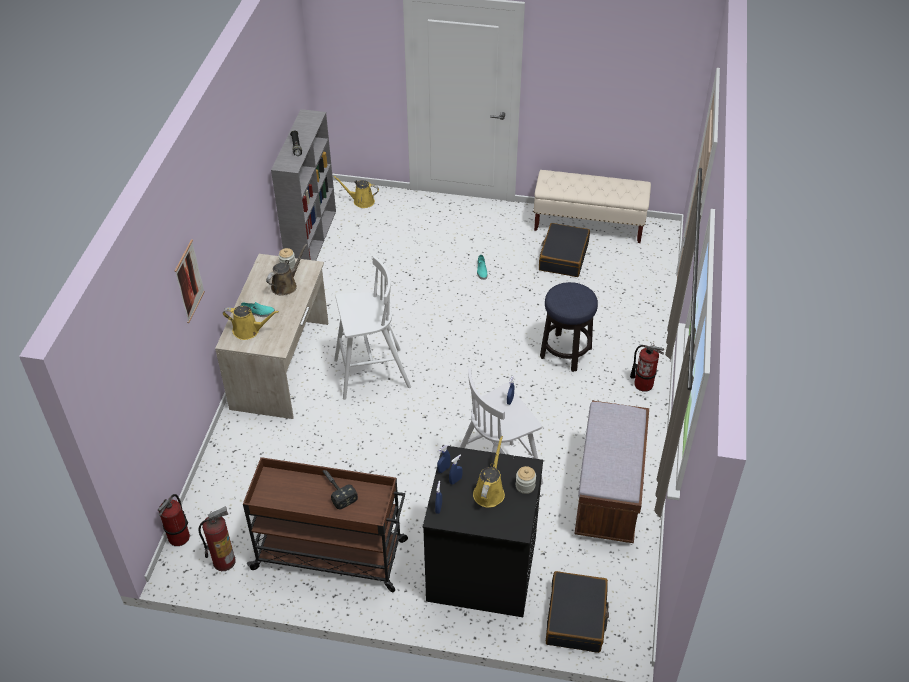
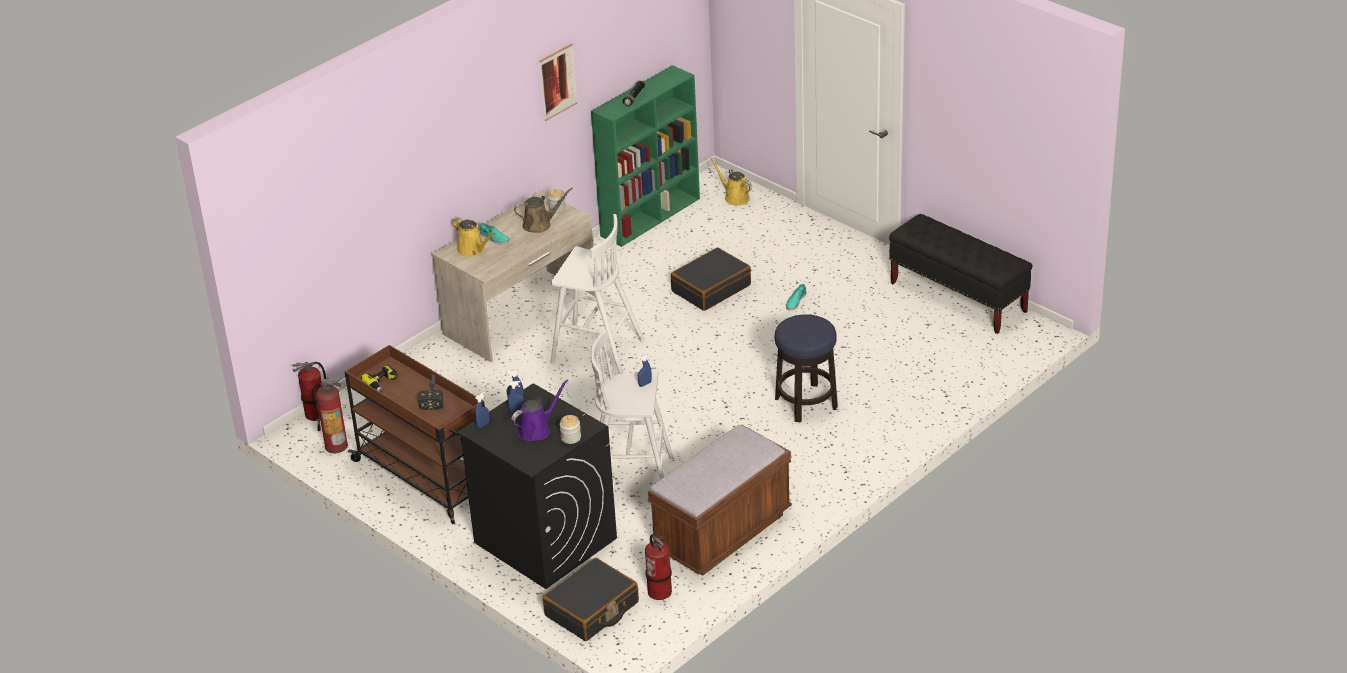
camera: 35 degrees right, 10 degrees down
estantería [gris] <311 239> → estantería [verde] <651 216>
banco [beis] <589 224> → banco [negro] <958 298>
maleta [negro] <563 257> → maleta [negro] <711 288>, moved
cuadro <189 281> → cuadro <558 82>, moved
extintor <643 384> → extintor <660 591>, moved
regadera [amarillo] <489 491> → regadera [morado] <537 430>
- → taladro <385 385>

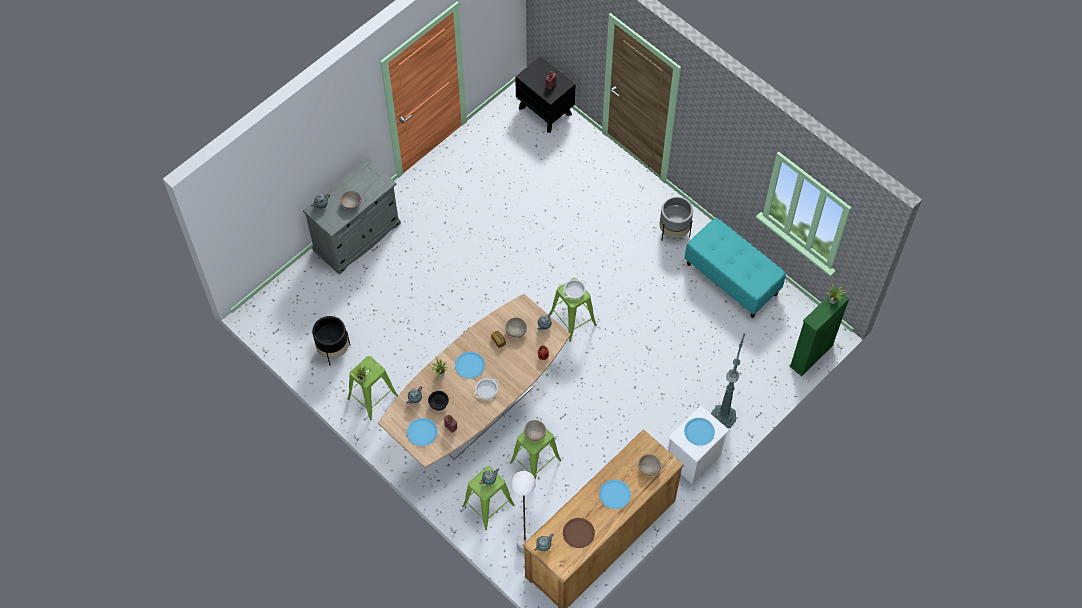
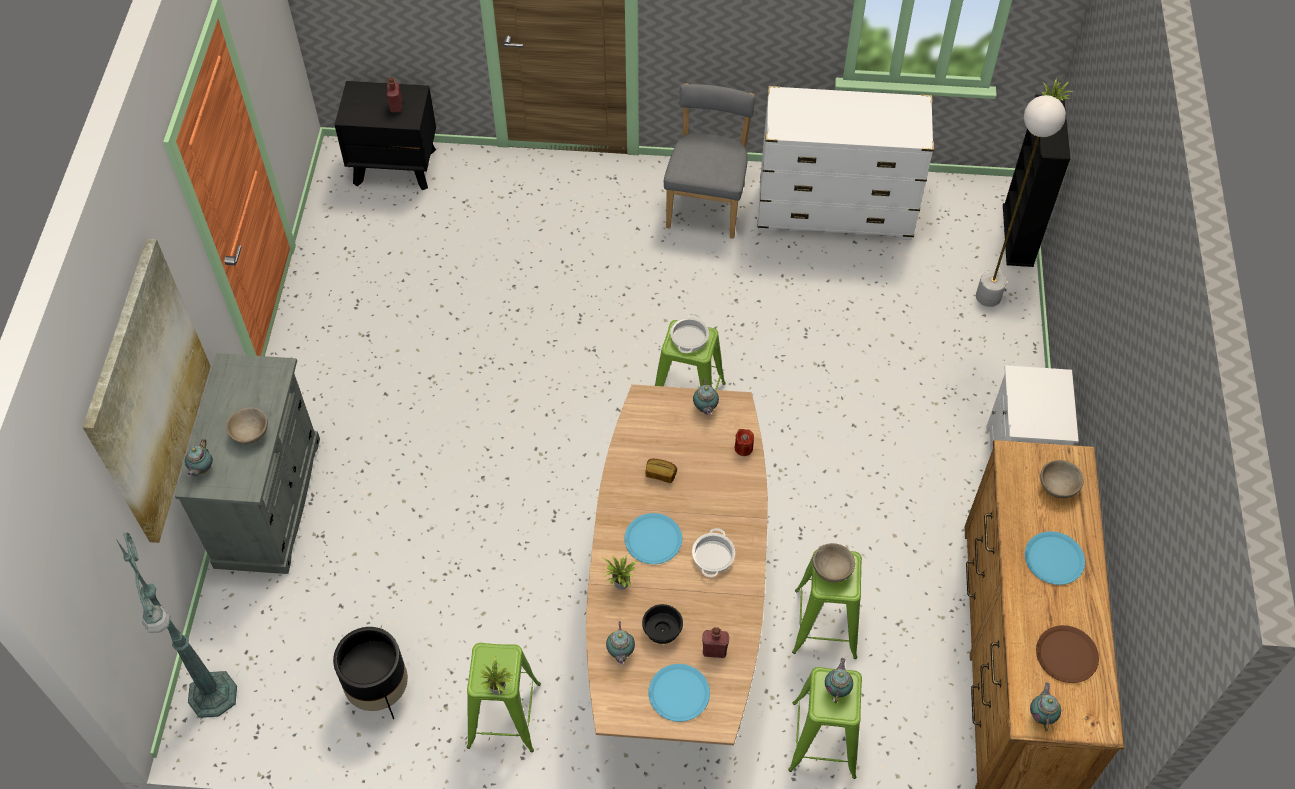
camera: 40 degrees left, 5 degrees down
maceta [gris] <674 231> → silla [gris] <707 203>
banco [turquesa] <732 279> → cómoda [blanco] <835 211>
estantería [verde] <811 355> → estantería [negro] <1018 235>
cuenco [beis] <515 331> → -
lámpara de pie [verde] <723 418> → lámpara de pie [verde] <213 697>, moved
plato [azul] <699 432> → -
lámpara de pie [blanco] <524 546> → lámpara de pie [blanco] <988 297>, moved
- → cuadro <147 393>

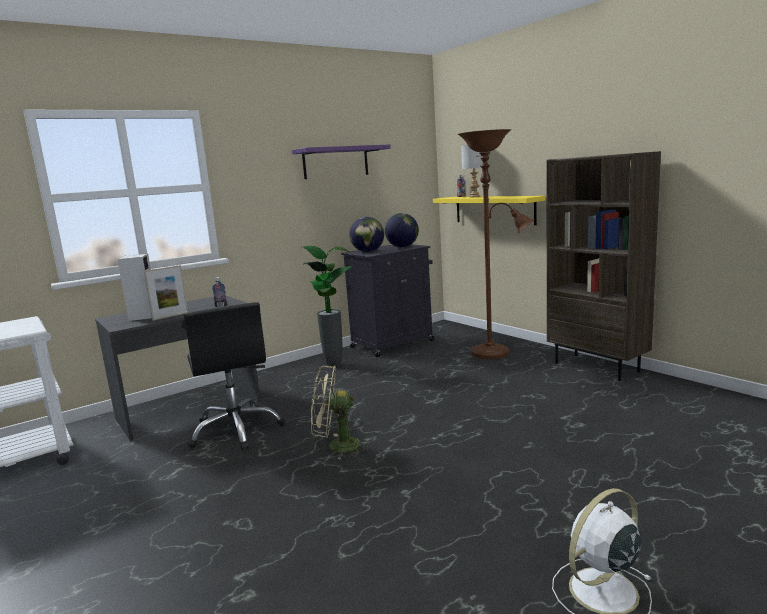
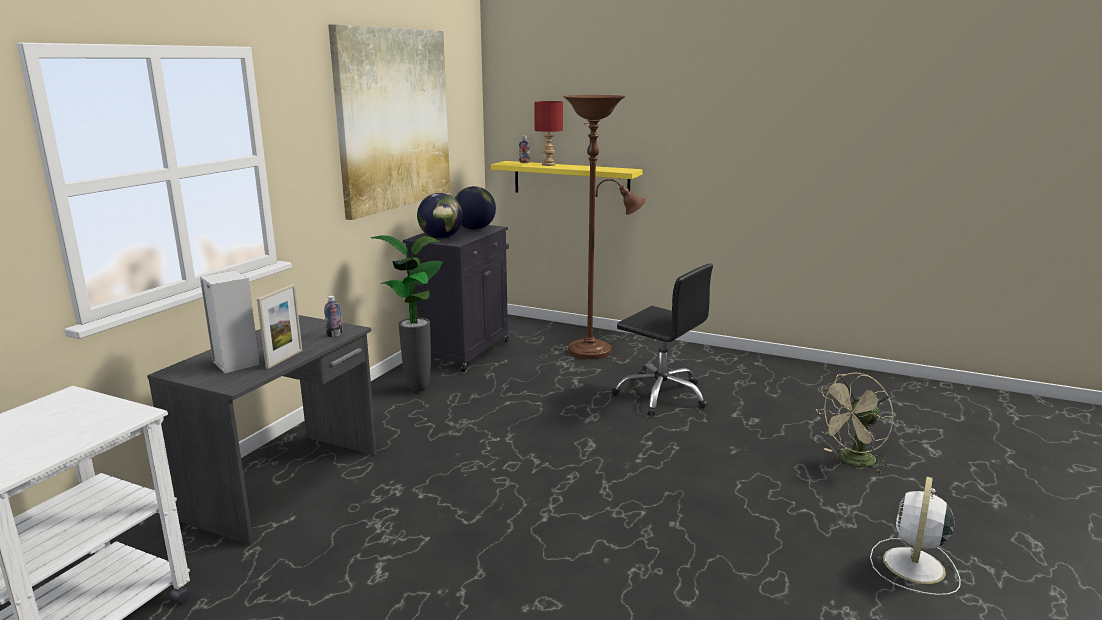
camera: 30 degrees left, 5 degrees up
estante [morado] <336 162> → cuadro <394 119>
lámpara de mesa [gris] <474 197> → lámpara de mesa [rojo] <548 164>
estantería [marrón] <597 367> → -
silla de oficina [negro] <236 430> → silla de oficina [negro] <661 395>, moved
ventilador [beis] <336 447> → ventilador [beis] <852 462>, moved

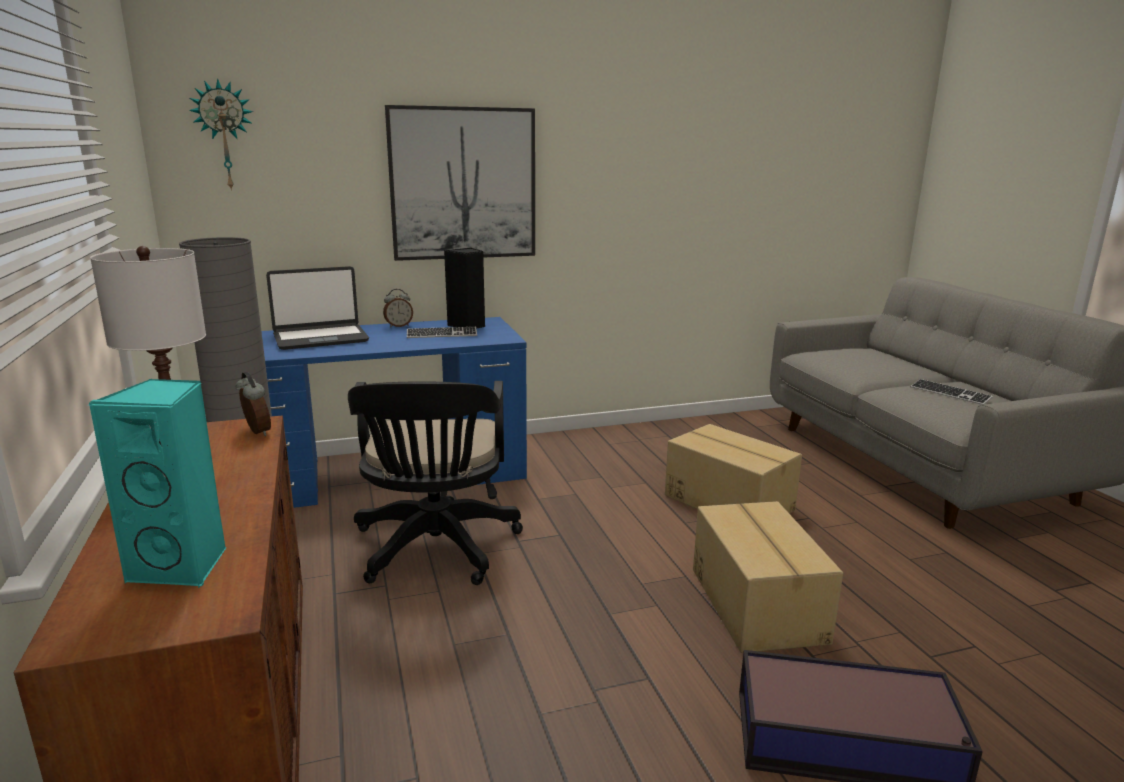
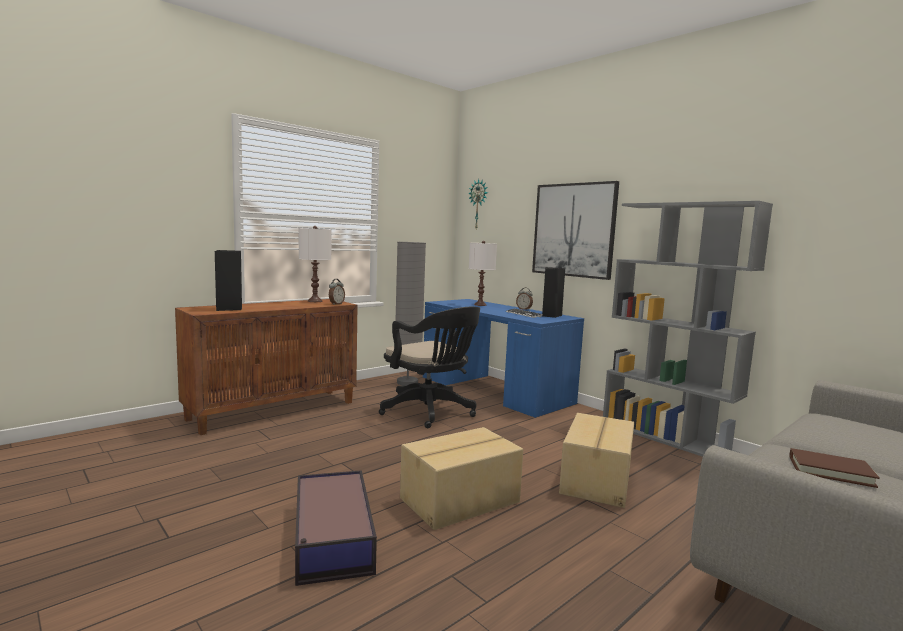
camera: 65 degrees right, 10 degrees down
portátil <320 338> → lámpara de mesa [blanco] <480 305>
altavoz [turquesa] <183 566> → altavoz [negro] <229 309>
teclado <950 394> → libro [marrón] <830 471>
silla de oficina [negro] <435 550> → silla de oficina [negro] <431 412>, 105 degrees counterclockwise
- → estantería [gris] <667 438>

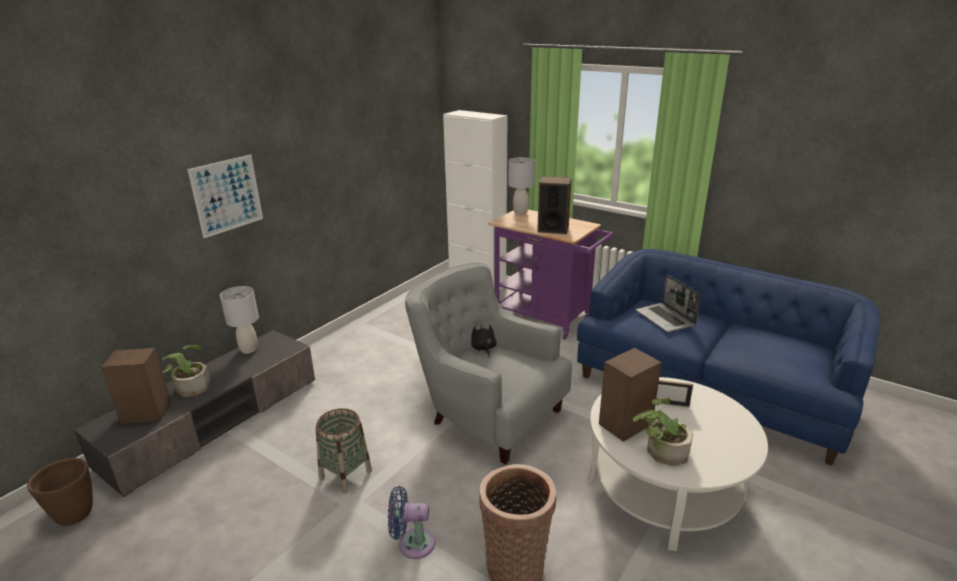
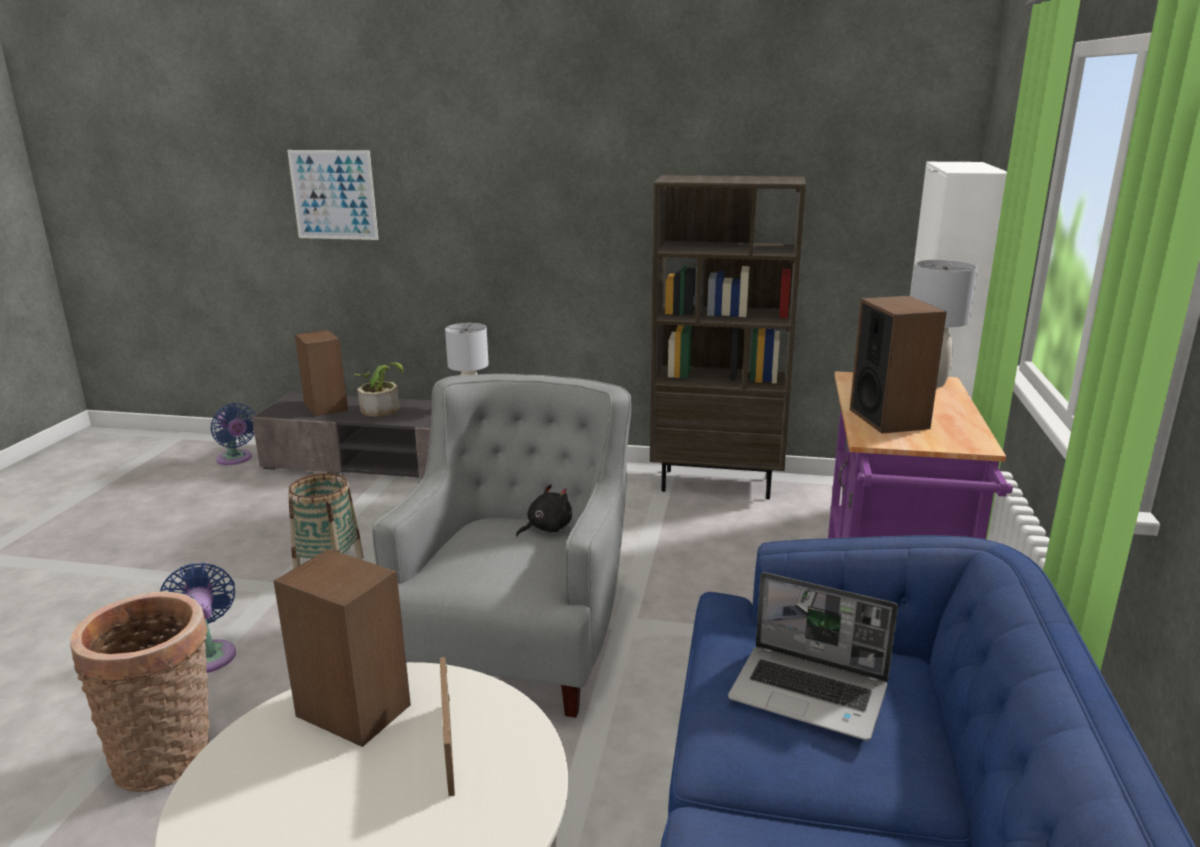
camera: 65 degrees right, 5 degrees down
cuadro <227 195> → cuadro <333 195>, moved
portátil <666 319> → portátil <810 693>, 105 degrees counterclockwise
planta en maceta <661 450> → -
maceta [marrón] <74 515> → ventilador [azul] <236 459>
- → estantería [marrón] <717 483>

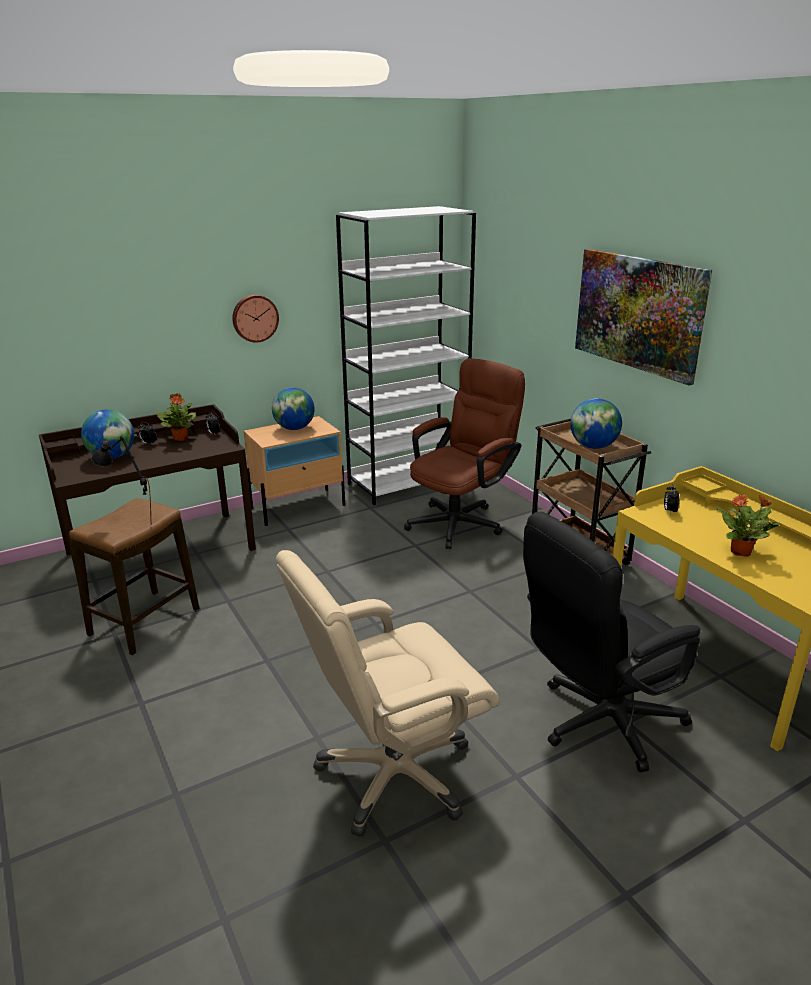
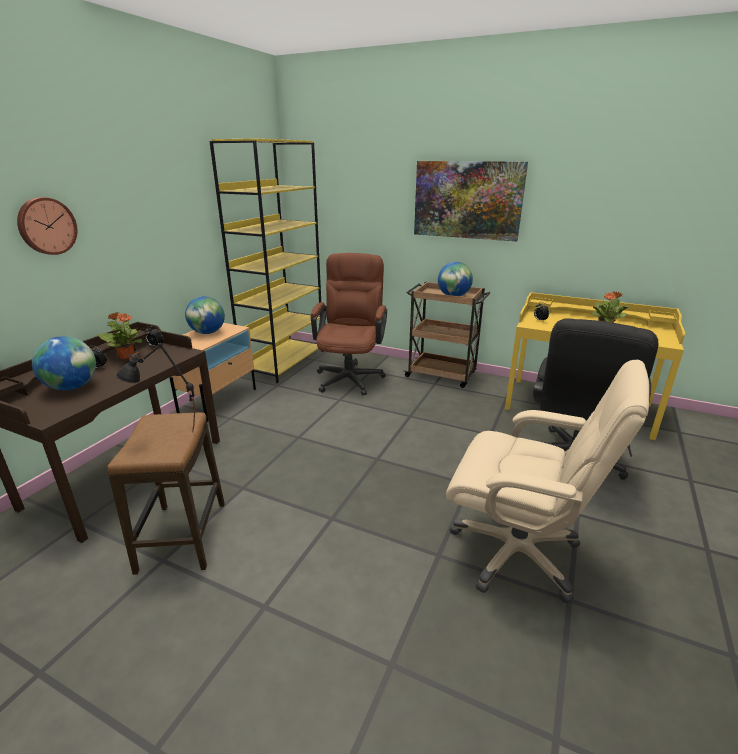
camera: 35 degrees left, 0 degrees up
estantería [blanco] <408 482> → estantería [amarillo] <284 362>
reloj de pared <254 318> → reloj de pared <46 226>, moved
silla de oficina [beis] <393 775> → silla de oficina [beis] <517 552>, 90 degrees counterclockwise

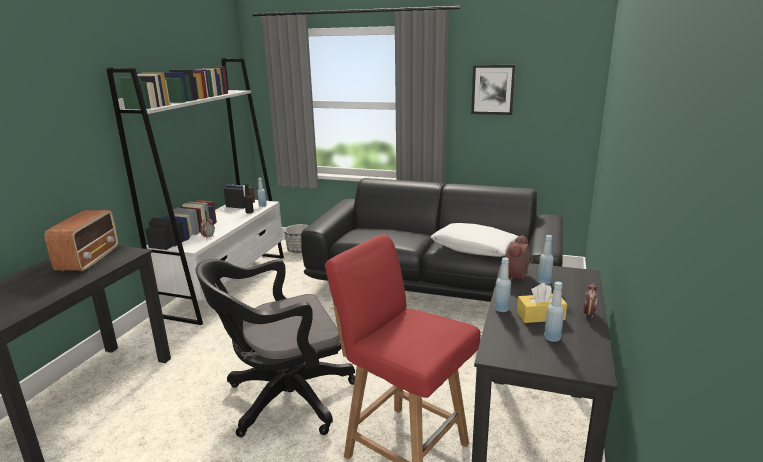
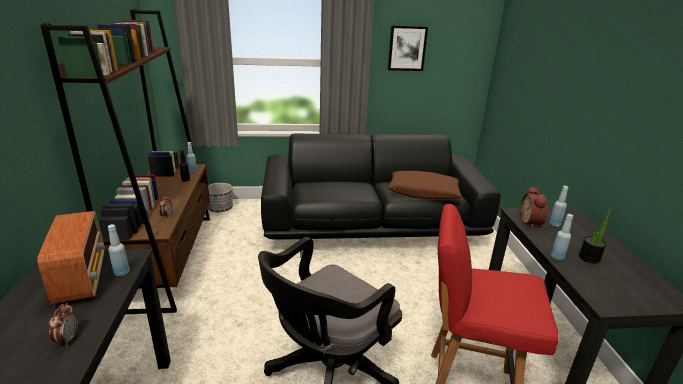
camera: 25 degrees left, 5 degrees up
estantería [blanco] <227 283> → estantería [marrón] <170 258>
cojín [blanco] <475 248> → cojín [marrón] <423 192>
botella [azul] <552 338> → botella [azul] <121 272>, moved
despertador <588 314> → despertador <68 339>, moved
caja de pañuelos [amarillo] <540 316> → planta en maceta <589 258>

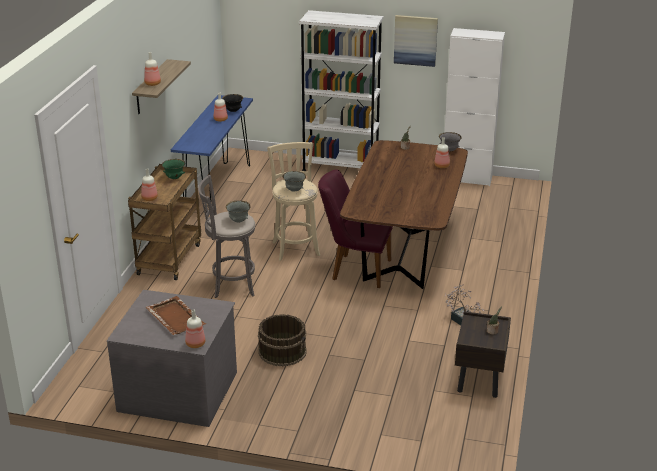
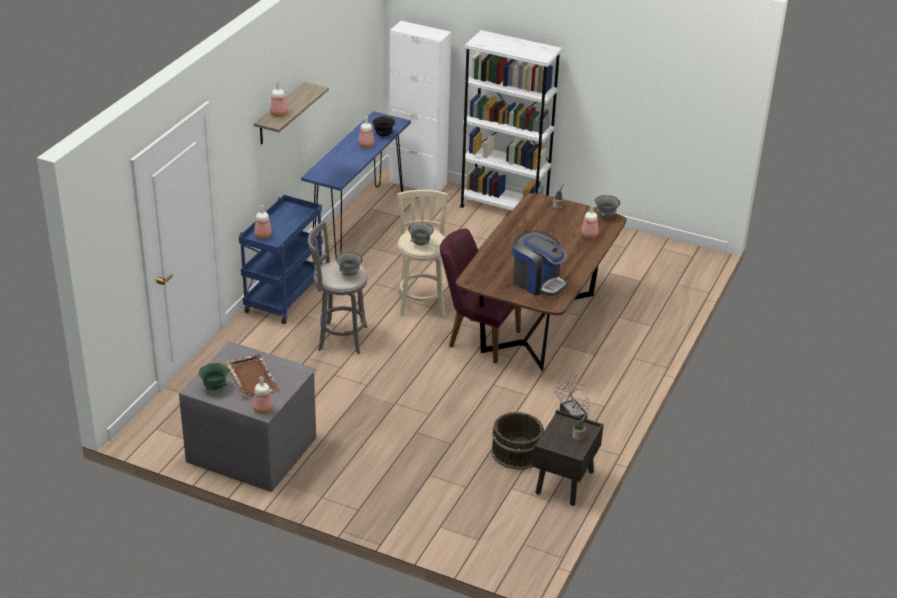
camera: 10 degrees right, 5 degrees up
cuadro <415 40> → -
armario [blanco] <467 178> → armario [blanco] <418 183>, moved
cuenco [verde] <174 178> → cuenco [verde] <215 387>, moved
carrito [marrón] <169 258> → carrito [azul] <283 297>
cubo [marrón] <283 351> → cubo [marrón] <517 452>, moved
- → cafetera <537 282>

